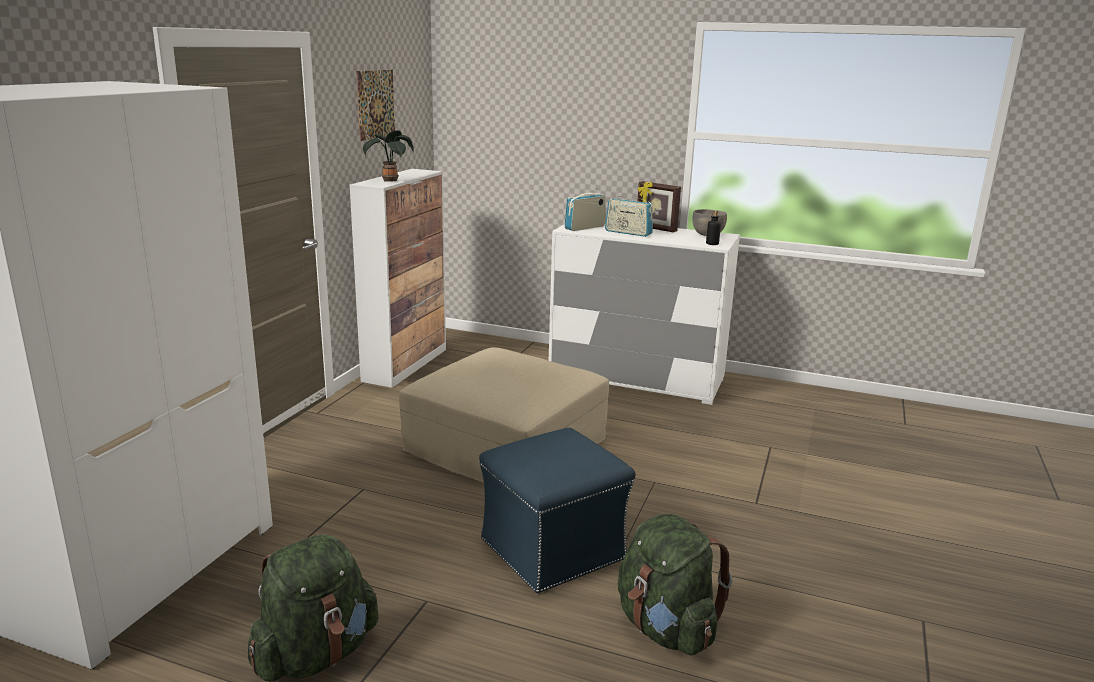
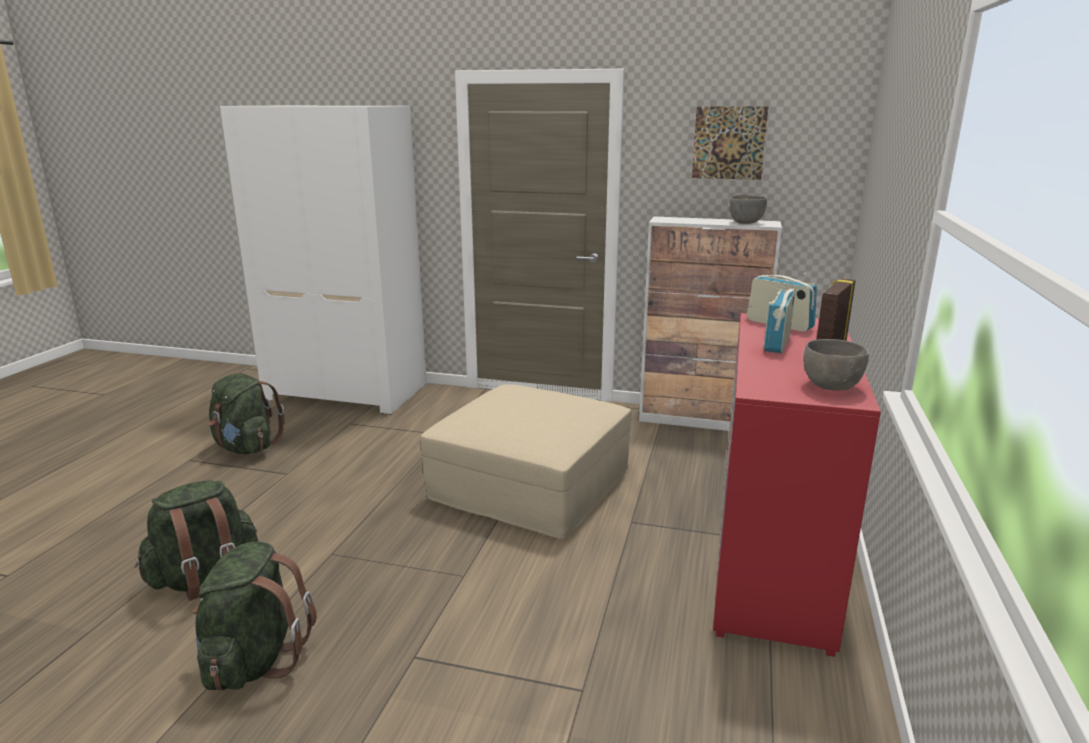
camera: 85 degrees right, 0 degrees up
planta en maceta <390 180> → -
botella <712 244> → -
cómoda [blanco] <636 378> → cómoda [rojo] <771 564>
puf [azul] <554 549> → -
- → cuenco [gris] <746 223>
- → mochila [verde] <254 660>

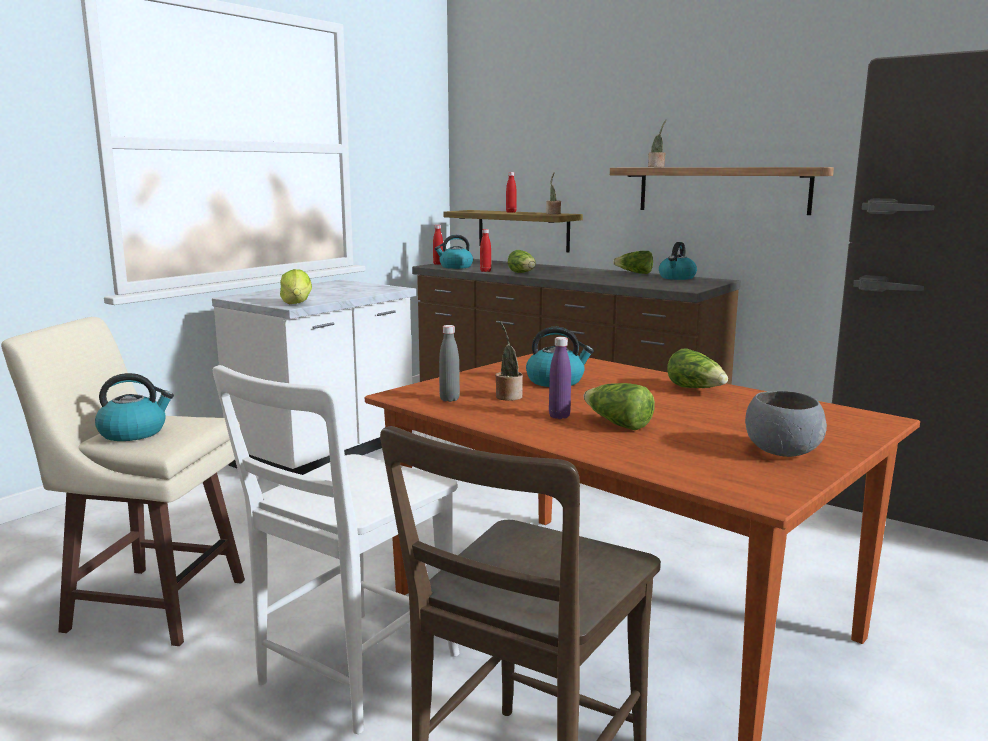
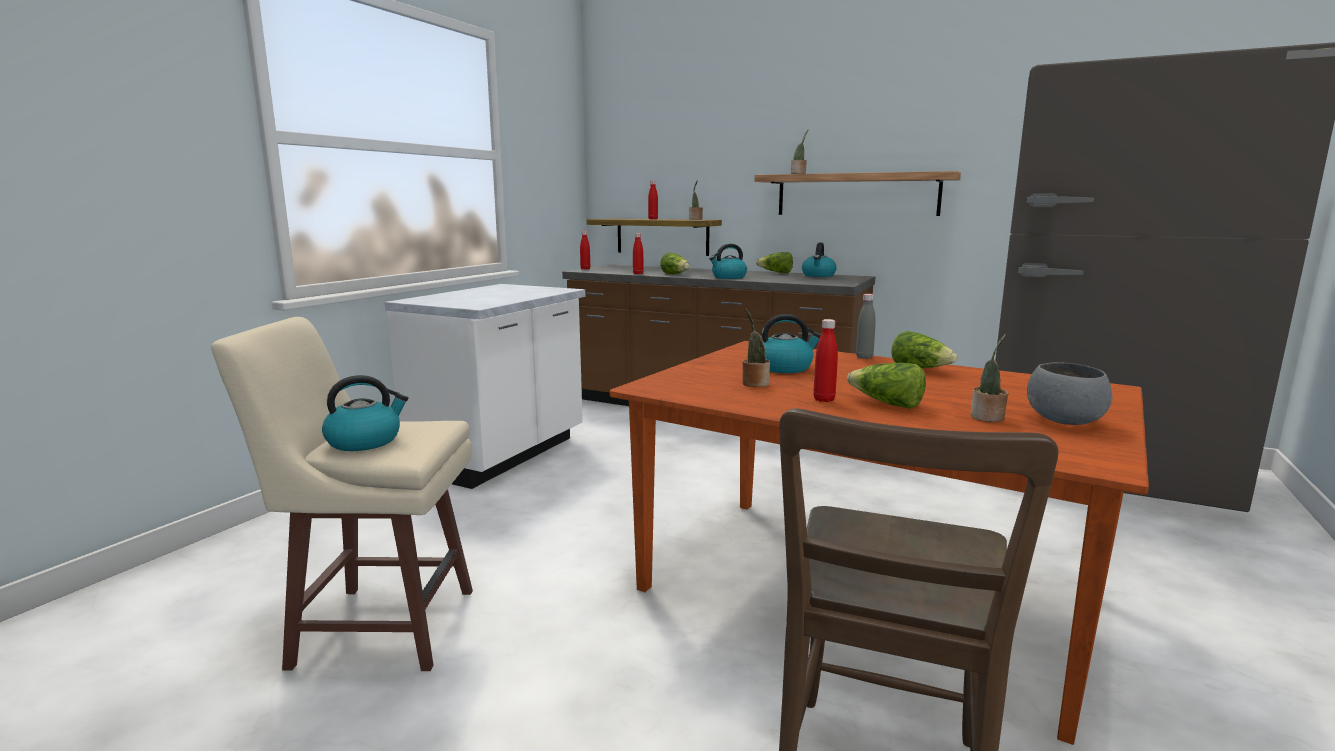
camera: 10 degrees left, 0 degrees up
hervidor <455 267> → hervidor <728 277>, moved
lechuga <297 303> → -
botella [gris] <449 399> → botella [gris] <864 357>, moved
botella [morado] <559 416> → botella [rojo] <824 399>
silla [blanco] <351 674> → -
- → planta en maceta <988 418>

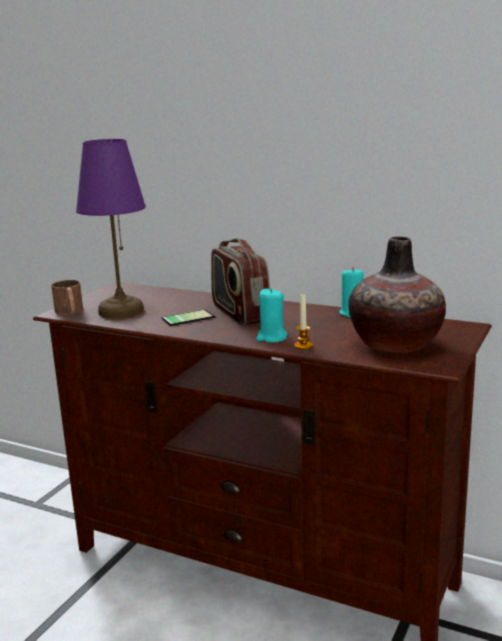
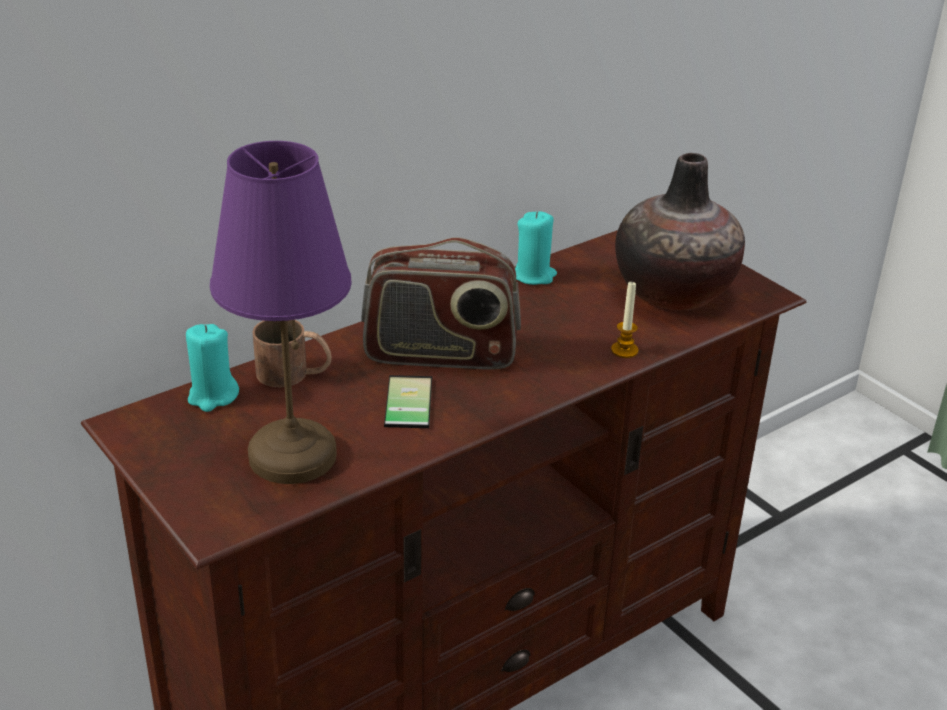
camera: 65 degrees left, 15 degrees up
taza grande [marrón] <70 312> → taza grande [marrón] <294 373>, moved
vela [turquesa] <271 338> → vela [turquesa] <212 396>, moved

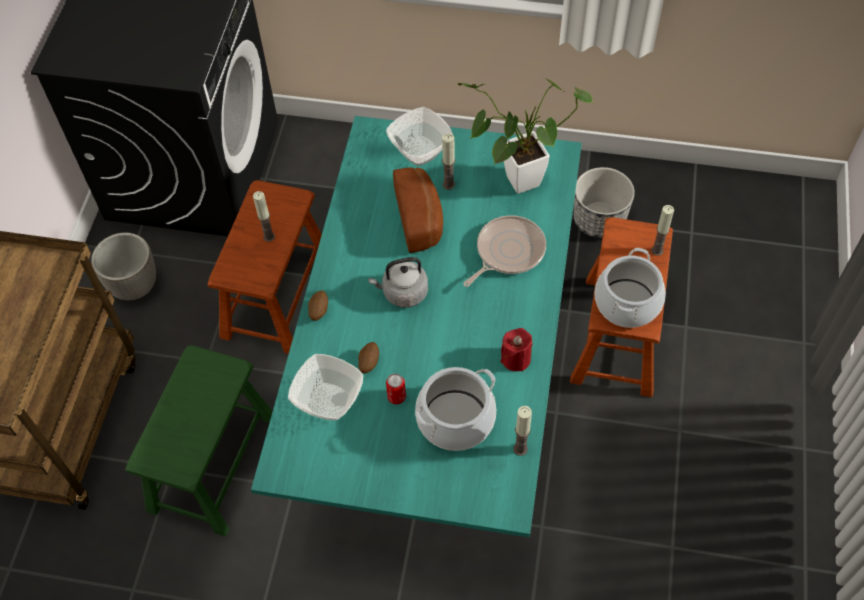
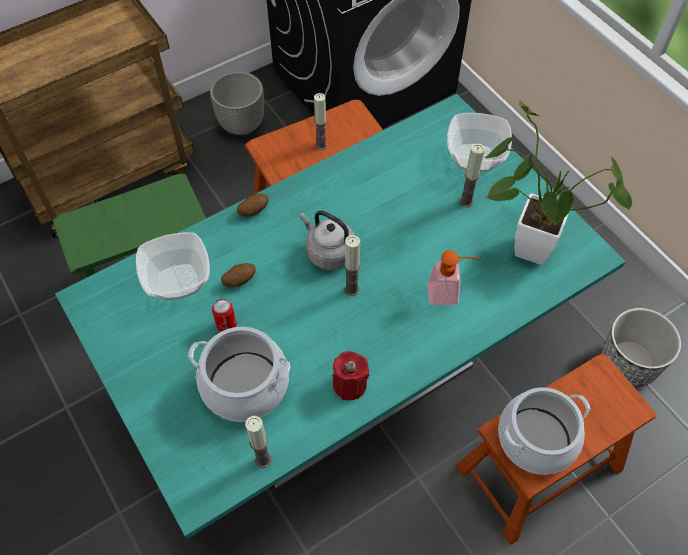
camera: 45 degrees right, 0 degrees up
pan <421 218> → -
vela <657 250> → vela <352 289>, moved
sartén <507 252> → dispensador de jabón <449 294>

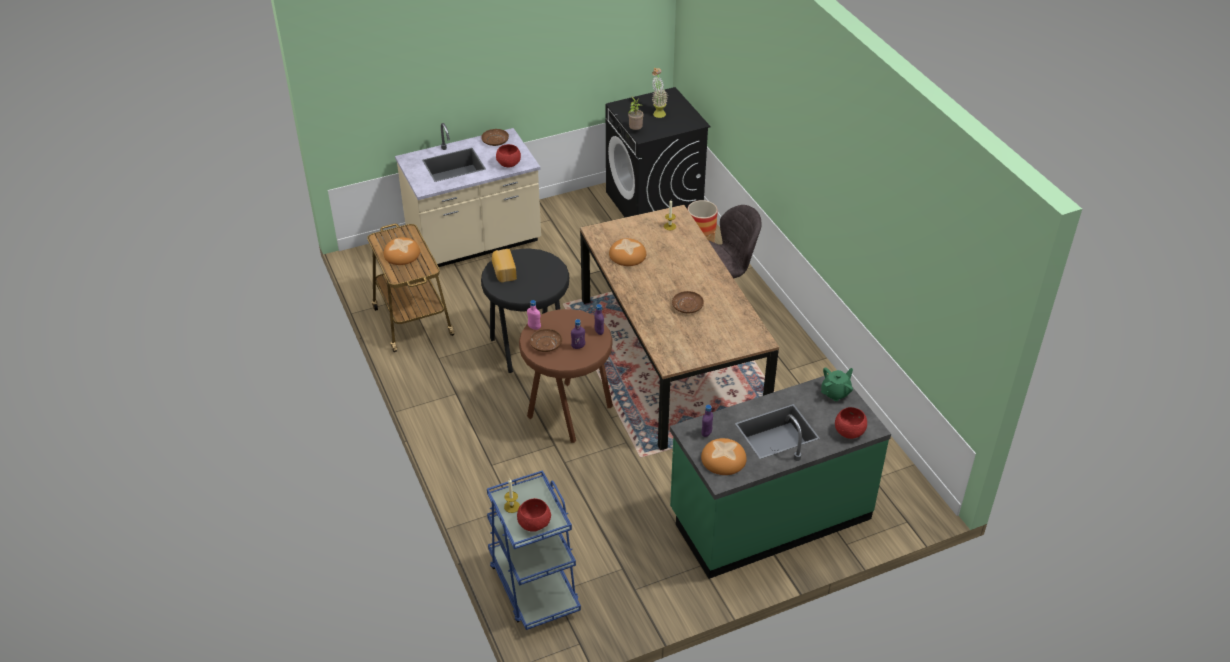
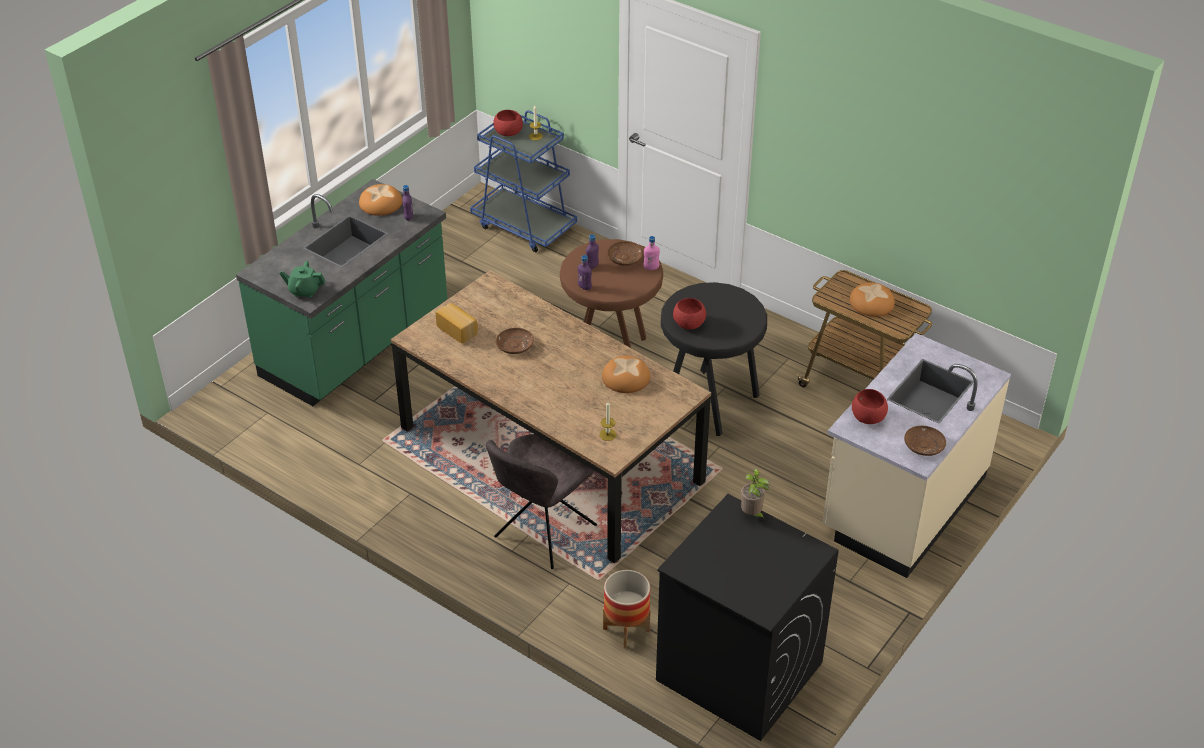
camera: 150 degrees right, 0 degrees up
planta en maceta <658 112> → -
pan <503 272> → pan <458 330>, moved
tetera [verde] <835 393> → tetera [verde] <304 290>, 75 degrees clockwise
cuenco [rojo] <848 432> → cuenco [rojo] <689 323>, moved

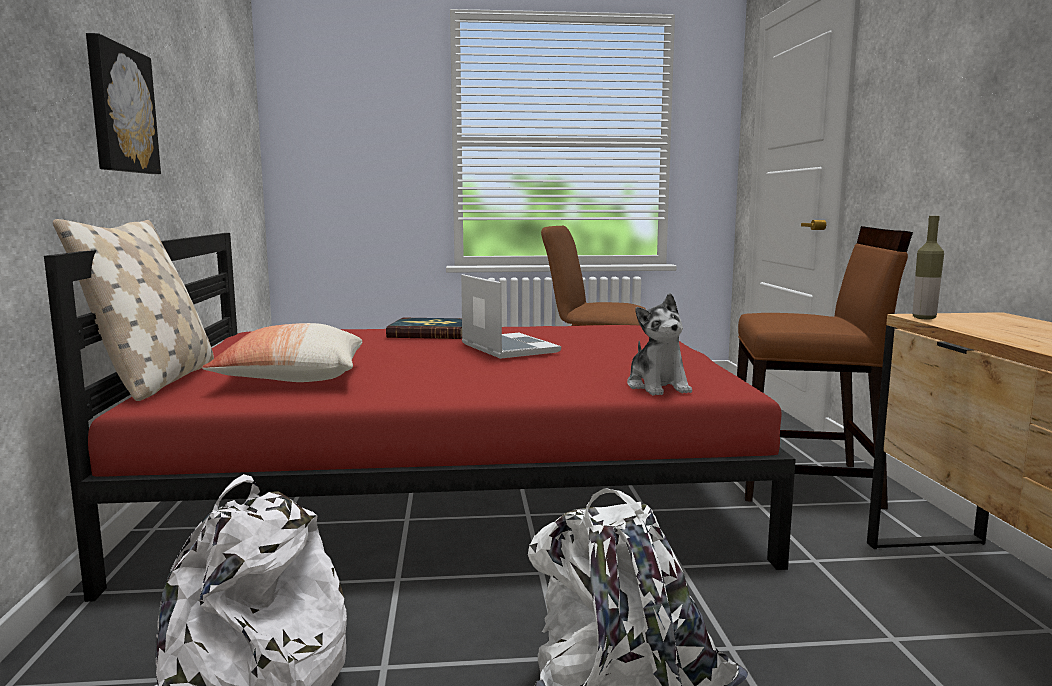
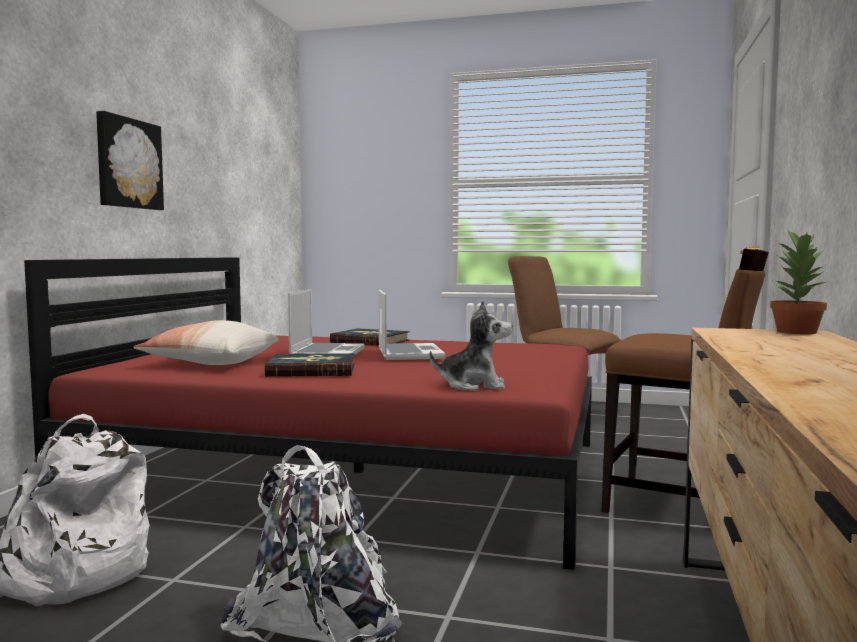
camera: 20 degrees right, 5 degrees down
botella <924 318> → -
cojín [beis] <156 381> → -
peluche <658 386> → peluche <473 386>, 90 degrees counterclockwise
- → planta en maceta <796 332>
- → portátil <327 353>
- → libro <312 370>

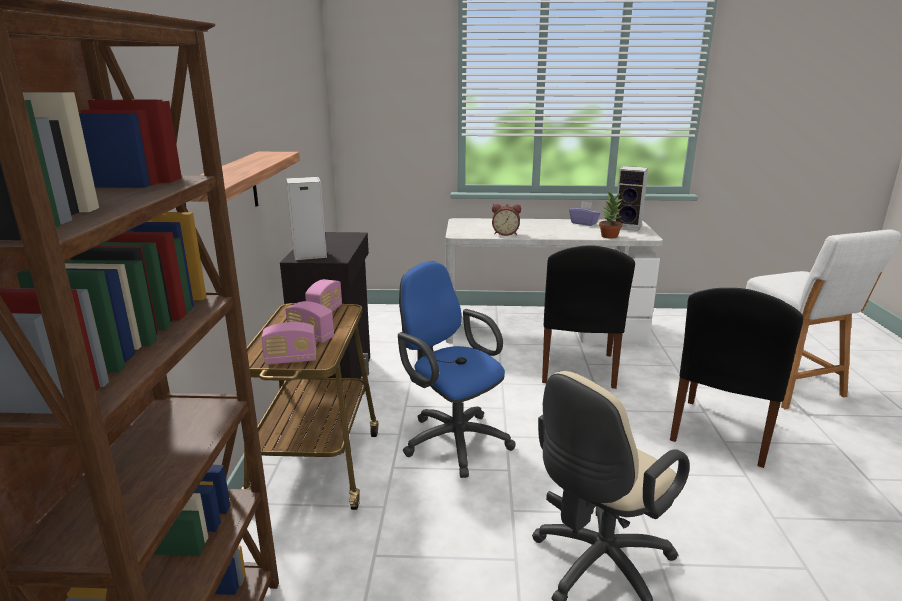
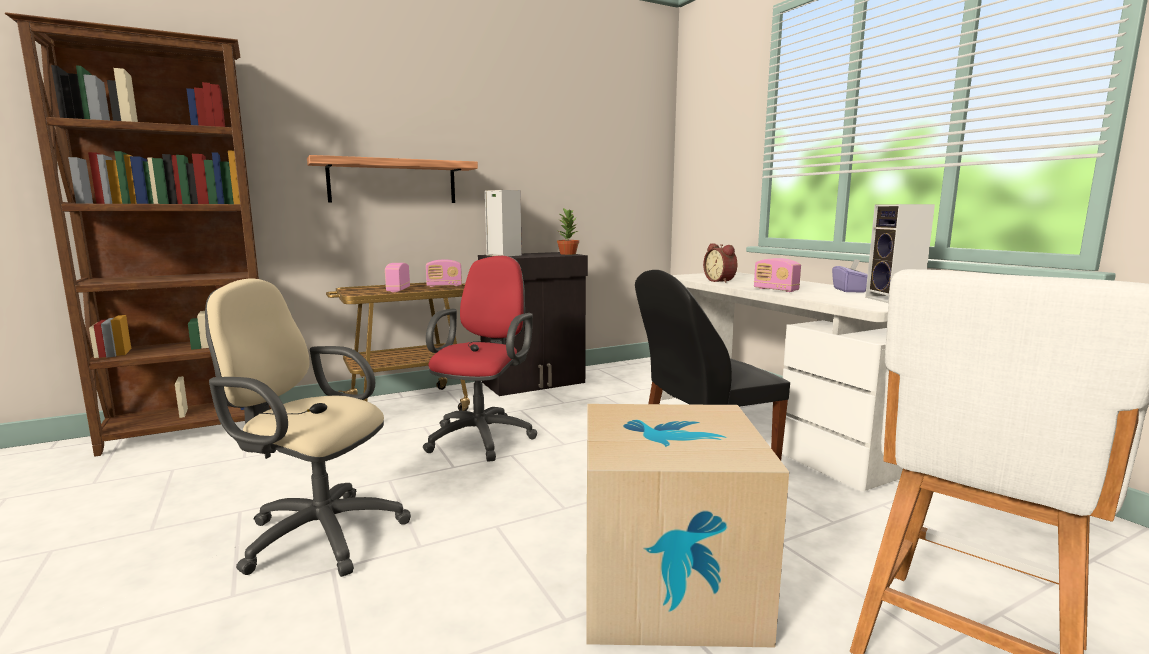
camera: 60 degrees right, 10 degrees down
planta en maceta <609 236> → planta en maceta <568 254>, moved
silla de oficina [azul] <452 439> → silla de oficina [rojo] <483 436>
silla [negro] <721 433> → caja de cartón <667 585>
radio <291 360> → radio <775 290>, moved

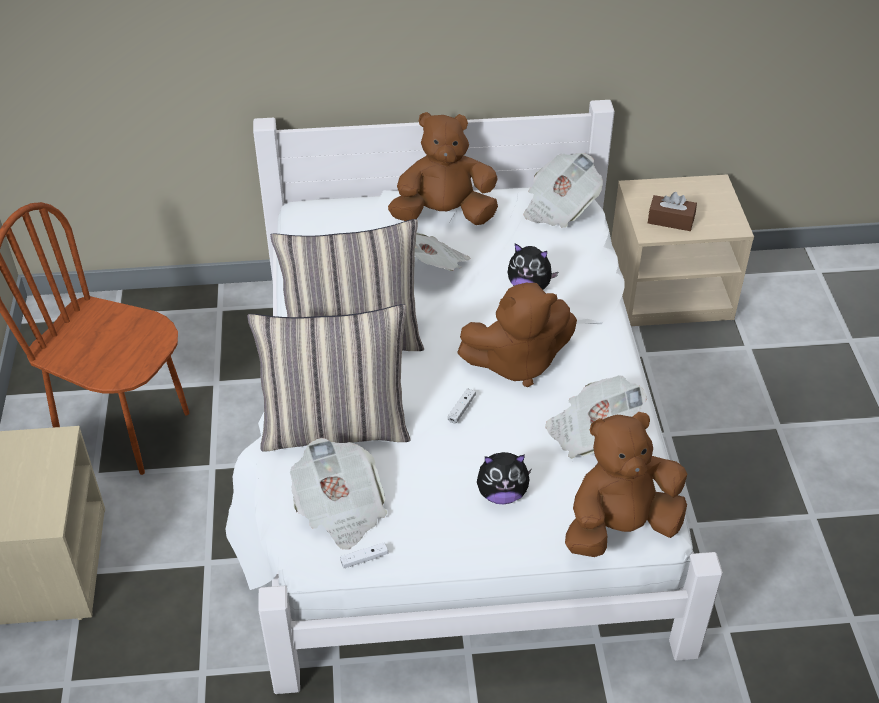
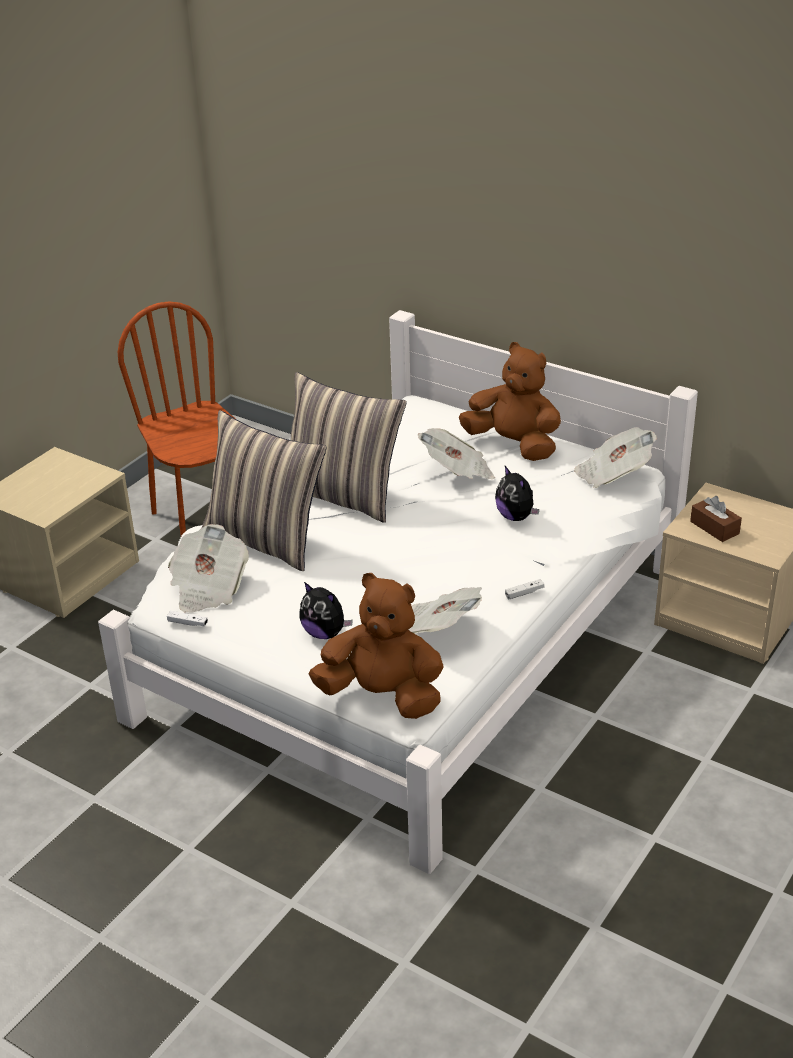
camera: 40 degrees right, 10 degrees down
peluche [marrón] <517 362> → -
mando de consola [blanco] <461 409> → mando de consola [blanco] <524 593>, moved

